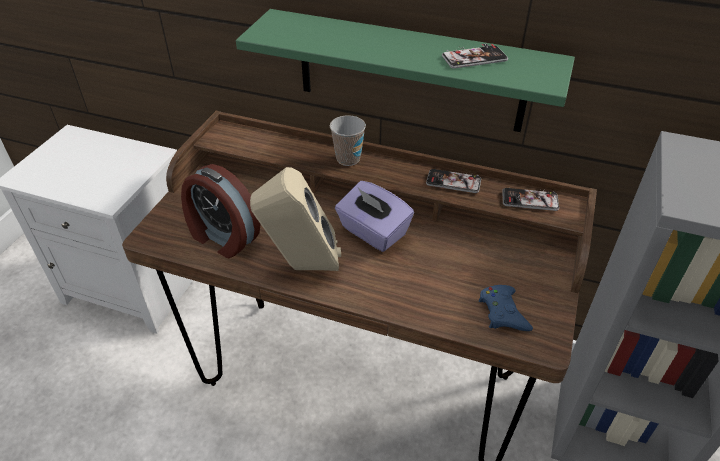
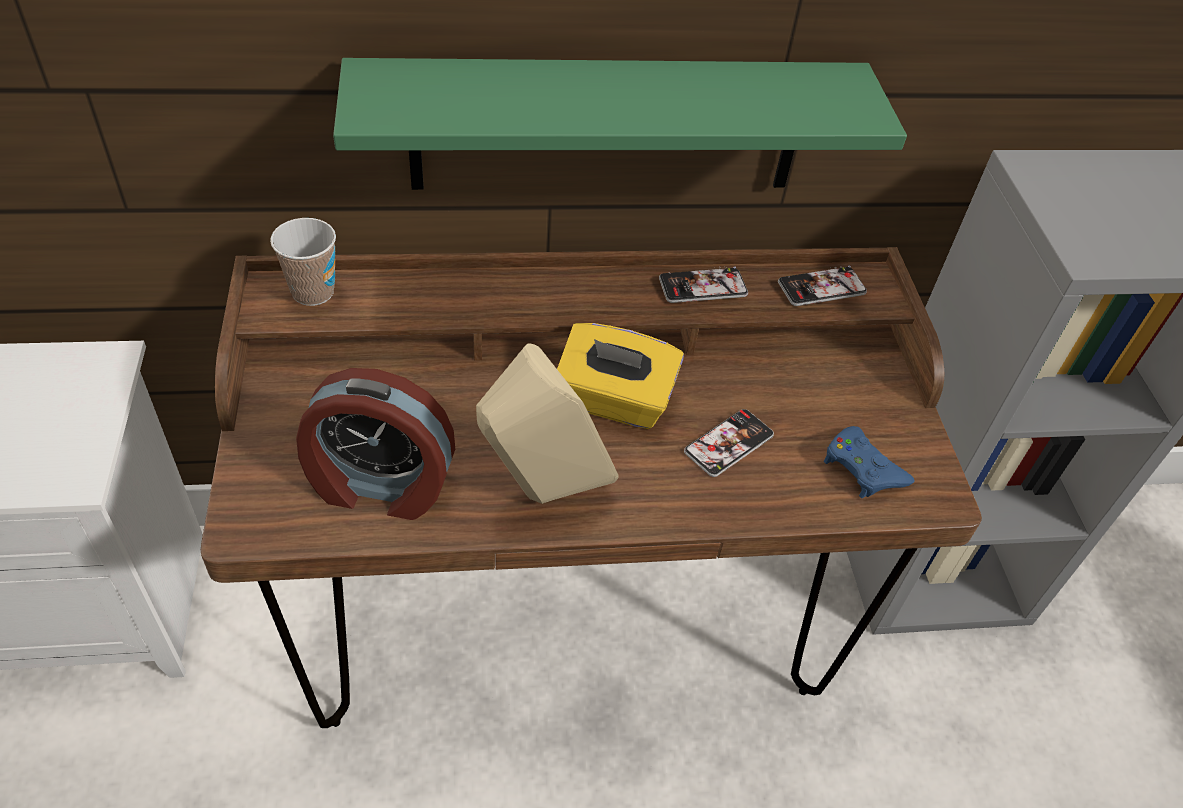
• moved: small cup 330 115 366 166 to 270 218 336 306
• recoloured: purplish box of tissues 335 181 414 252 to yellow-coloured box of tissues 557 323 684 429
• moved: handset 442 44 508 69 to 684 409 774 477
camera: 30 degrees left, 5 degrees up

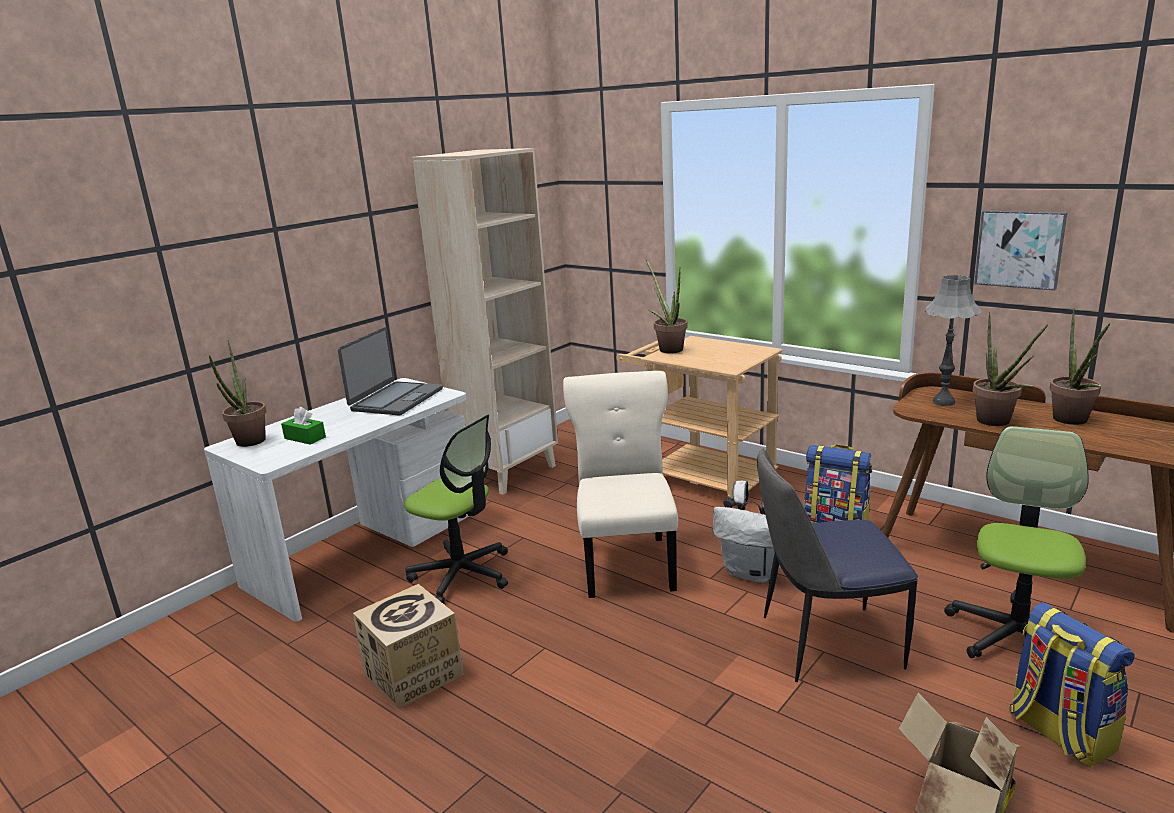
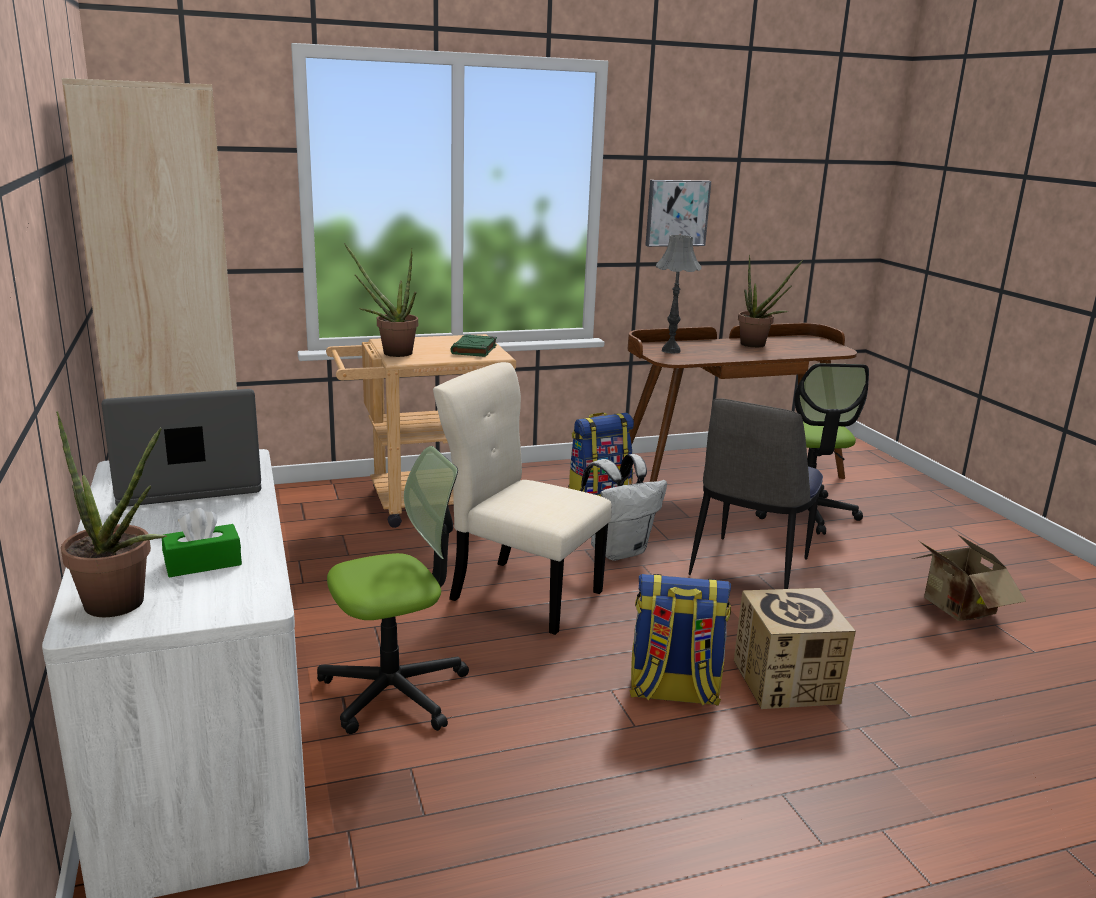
• turned: laptop 338 327 443 415 = 102 389 261 506 75 degrees counterclockwise
• moved: carton 353 584 464 709 to 734 588 856 709
• turned: computer chair 944 426 1089 658 = 755 363 869 535 150 degrees counterclockwise
• removed: plant in a pot 973 312 1048 426
• moved: backpack 1009 602 1135 768 to 629 574 731 706
• added: green-coloured volume 450 334 497 357
camera: 60 degrees left, 0 degrees up

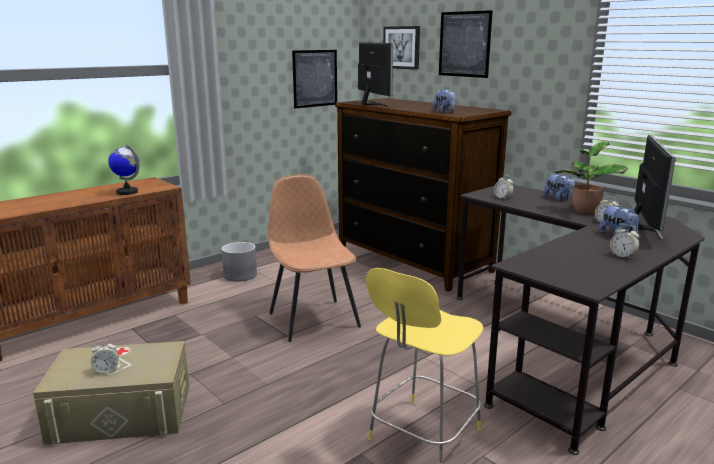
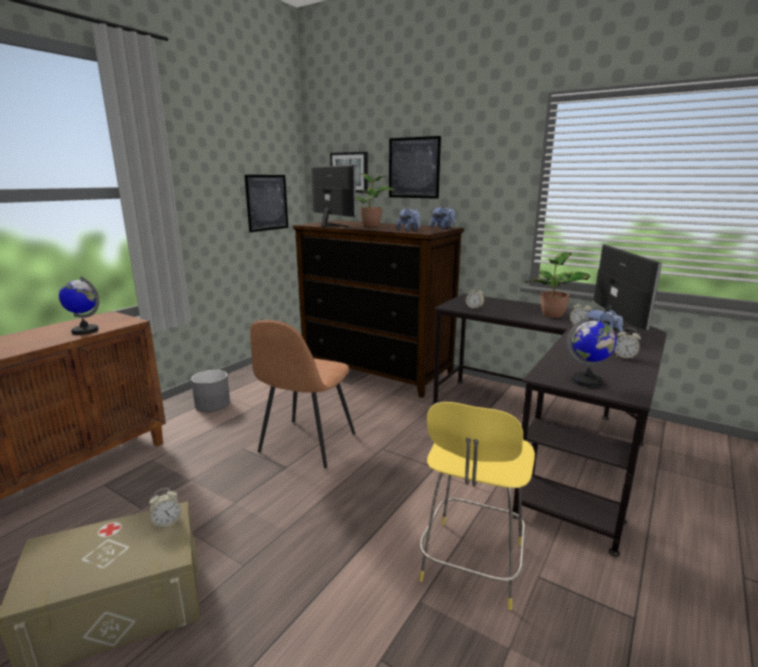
• moved: alarm clock 91 340 119 374 to 149 488 182 528
• turned: brownish chair 268 174 361 342 = 250 320 355 468 120 degrees counterclockwise
• moved: plush toy 543 174 575 201 to 430 207 455 229
• added: plant in a pot 356 173 395 227
• added: desk globe 566 316 617 388
camera: 15 degrees left, 0 degrees up

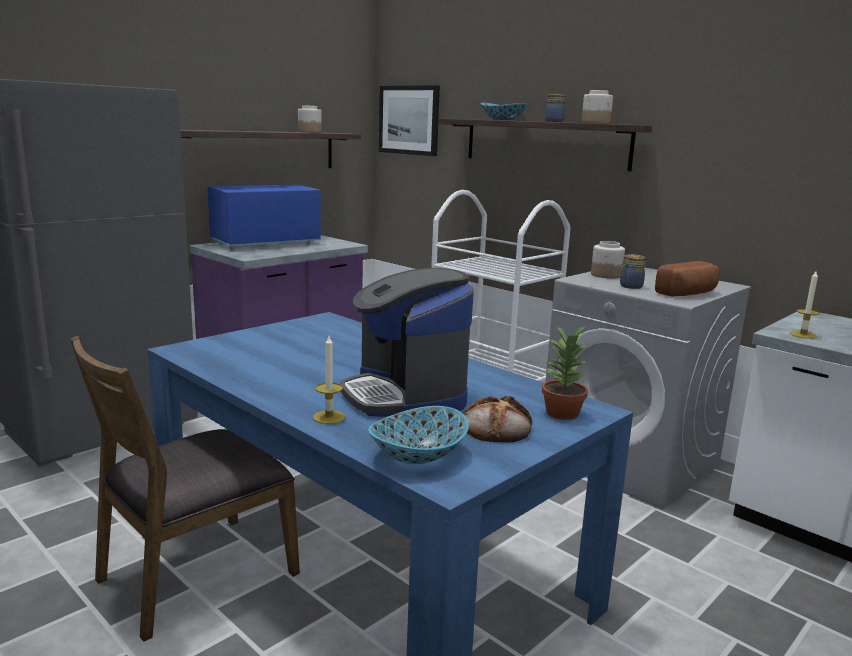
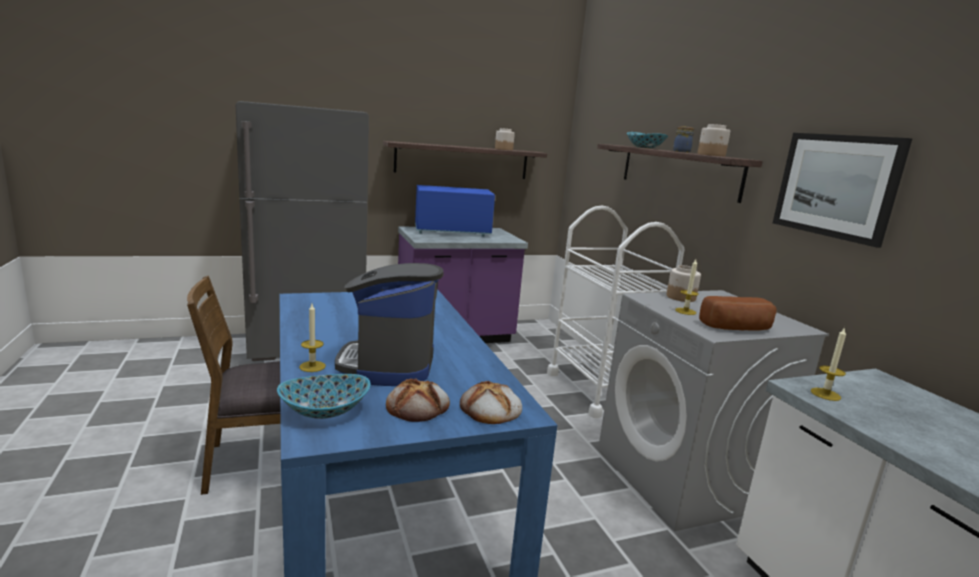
• moved: picture 379 85 440 156 to 773 133 912 247
• replaced: plant in a pot 542 325 588 420 to baked bread 460 381 522 424
• replaced: jar 619 254 646 289 to wax light 675 259 698 315
camera: 25 degrees right, 0 degrees up

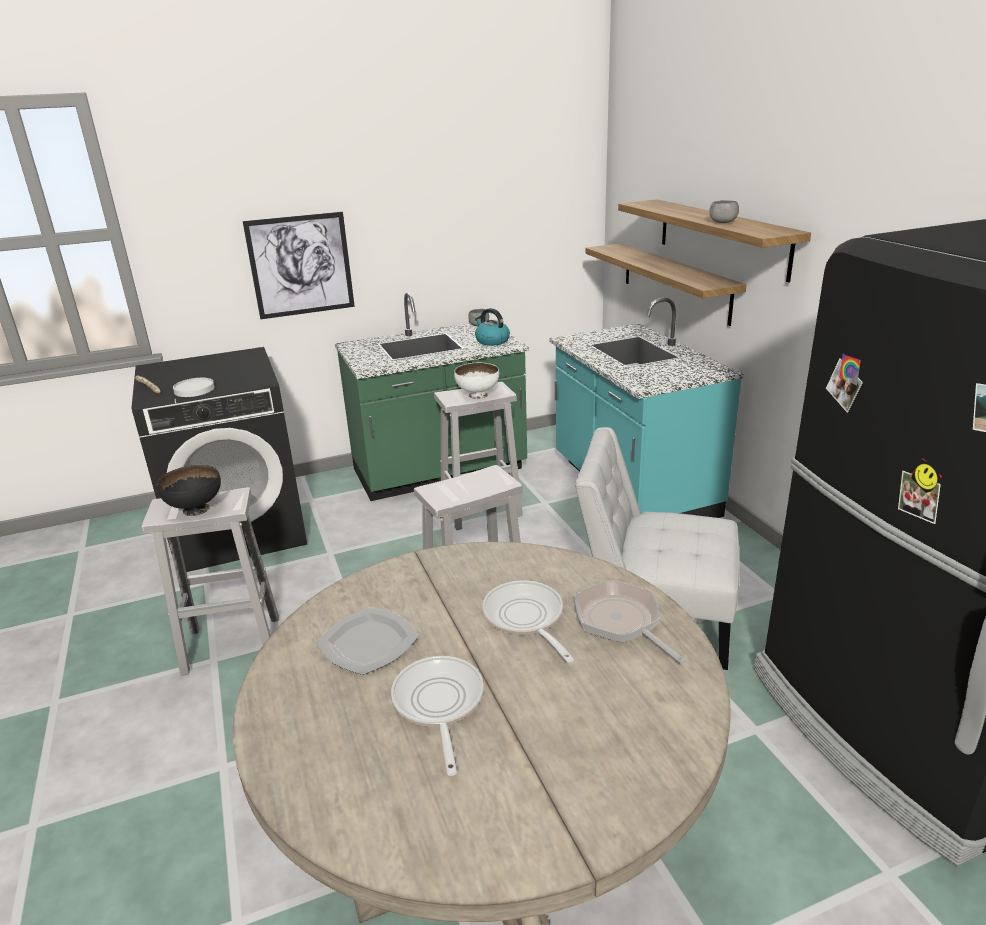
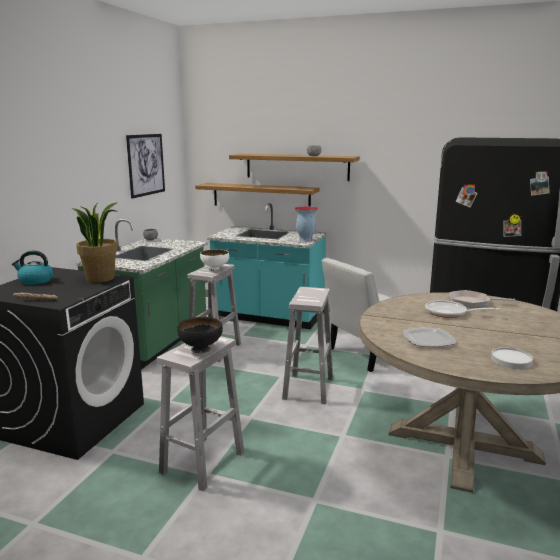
• moved: whitish plate 173 378 215 397 to 491 348 533 369
• moved: picture 243 212 355 319 to 126 134 165 199
• removed: skillet 391 656 484 776
• moved: tea kettle 475 308 510 346 to 12 251 53 285
• added: plant in a pot 71 202 118 283
• added: vase 294 206 319 241
camera: 50 degrees left, 10 degrees down

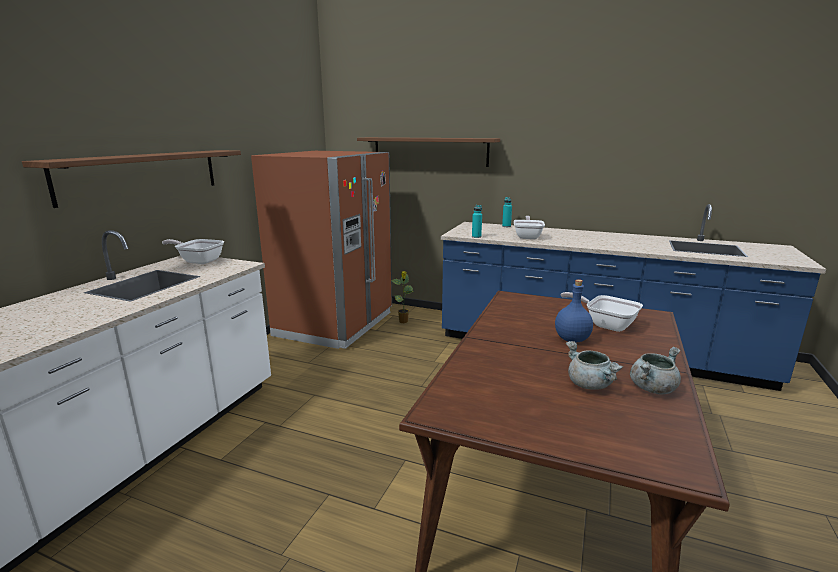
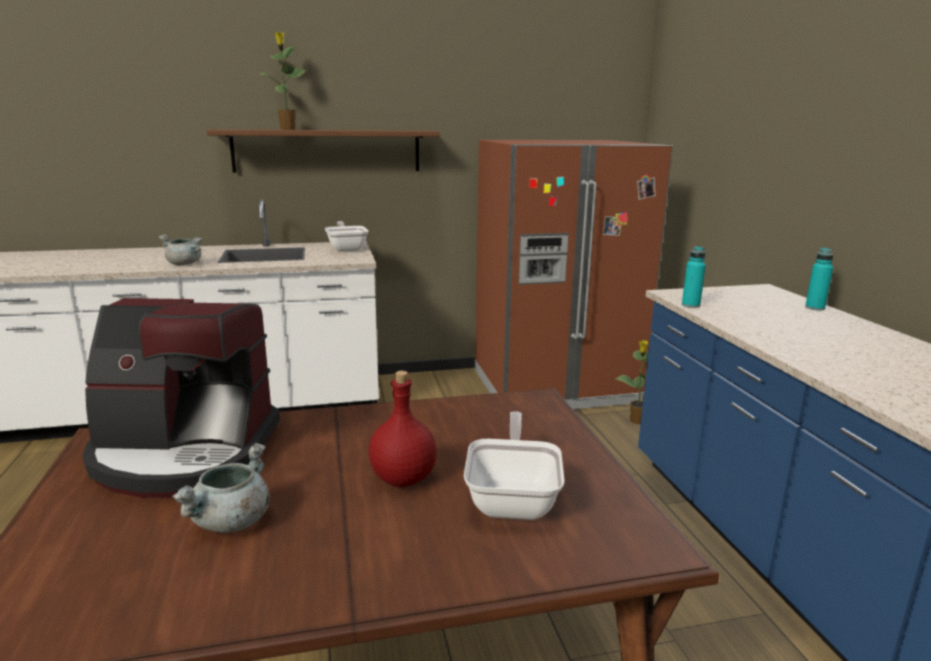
• removed: bracket shelf 357 137 500 167
• removed: skillet 514 216 545 239
• recoloured: blue drink bottle 555 279 593 342 to red drink bottle 369 371 437 487
• moved: greyish stockpot 630 346 681 394 to 158 234 203 265
• added: coffee maker 83 298 280 498
• added: plant in a pot 259 32 306 130
camera: 55 degrees right, 0 degrees up

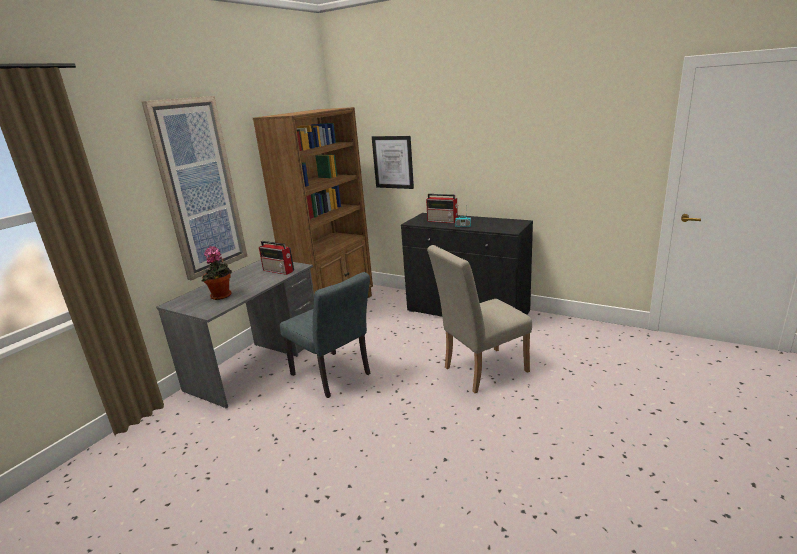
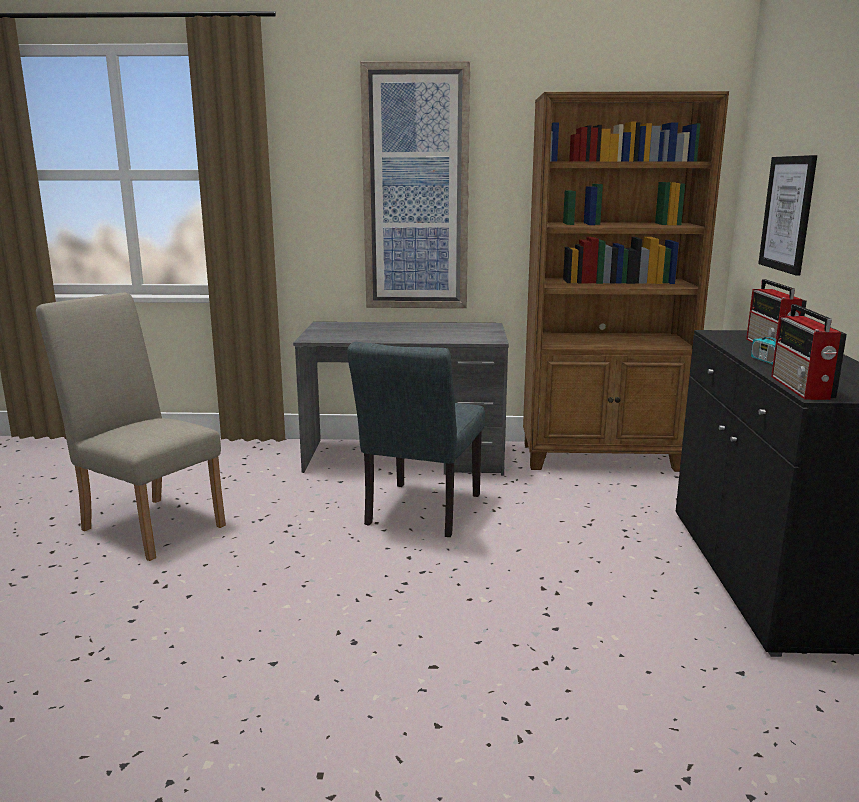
• removed: plant in a pot 202 246 232 300
• moved: radio receiver 259 241 294 275 to 771 304 847 400
• moved: sand-coloured chair 427 245 532 393 to 36 292 226 561
camera: 60 degrees right, 5 degrees down

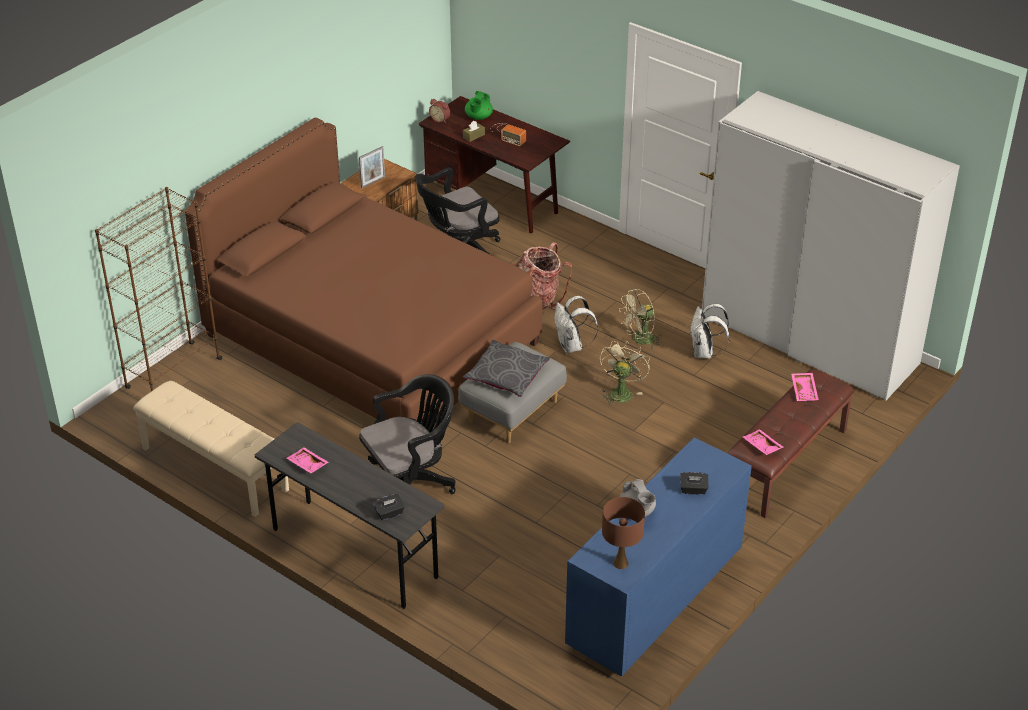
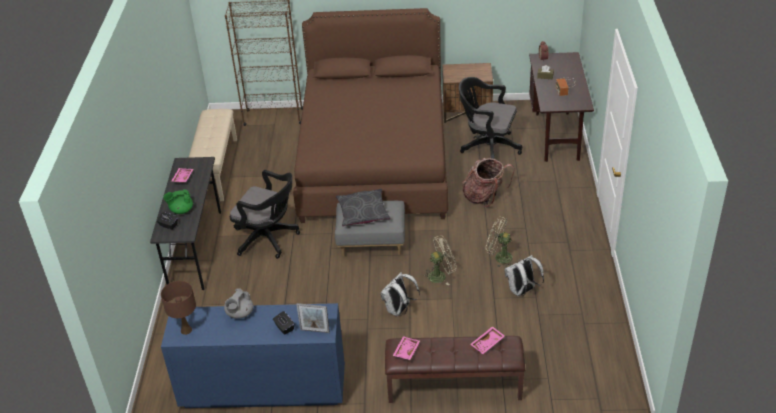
• moved: standing frame 359 146 385 188 to 296 303 330 333
• moved: green-coloured teapot 465 91 493 120 to 163 189 193 214
• moved: whitish backpack 554 296 598 353 to 380 272 420 316
• removed: whitish wardrobe 702 91 960 401
camera: 55 degrees right, 0 degrees up

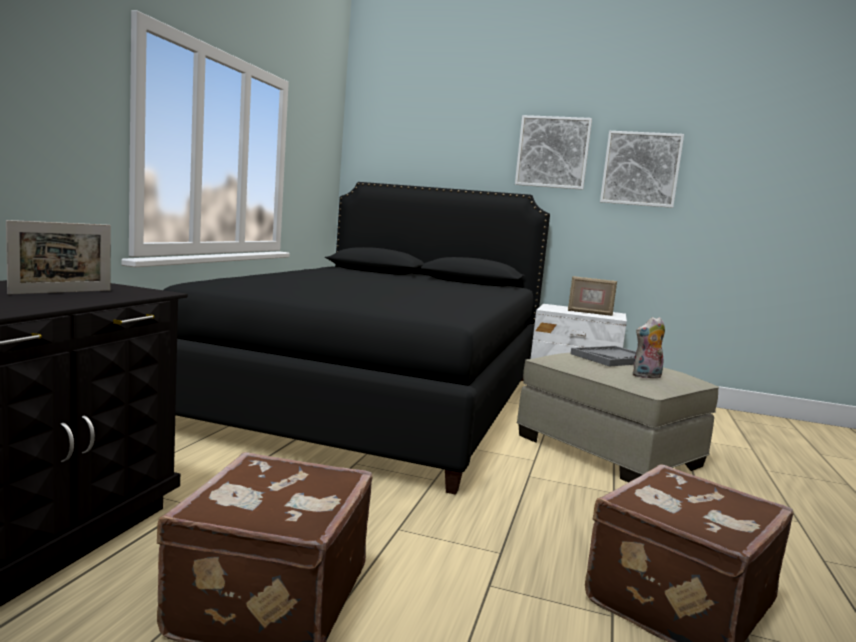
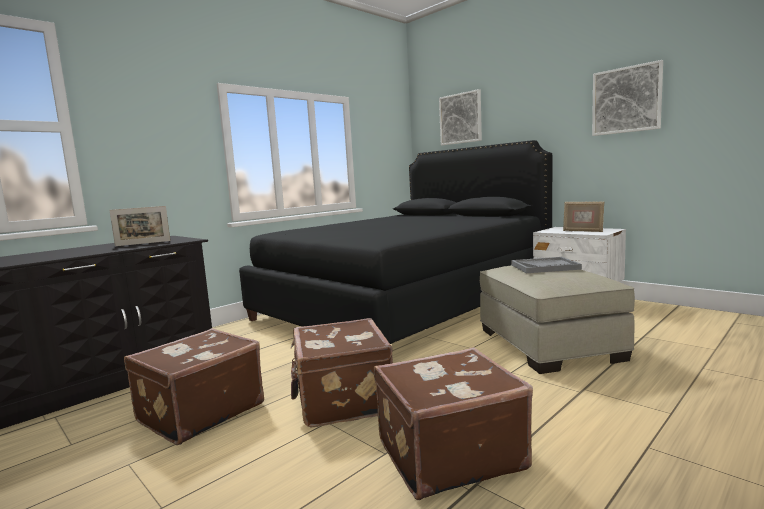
• moved: picture 515 115 592 190 to 439 89 482 145
• removed: plush toy 633 317 665 378
• added: brownish travel case 291 318 393 427
camera: 30 degrees right, 0 degrees up

